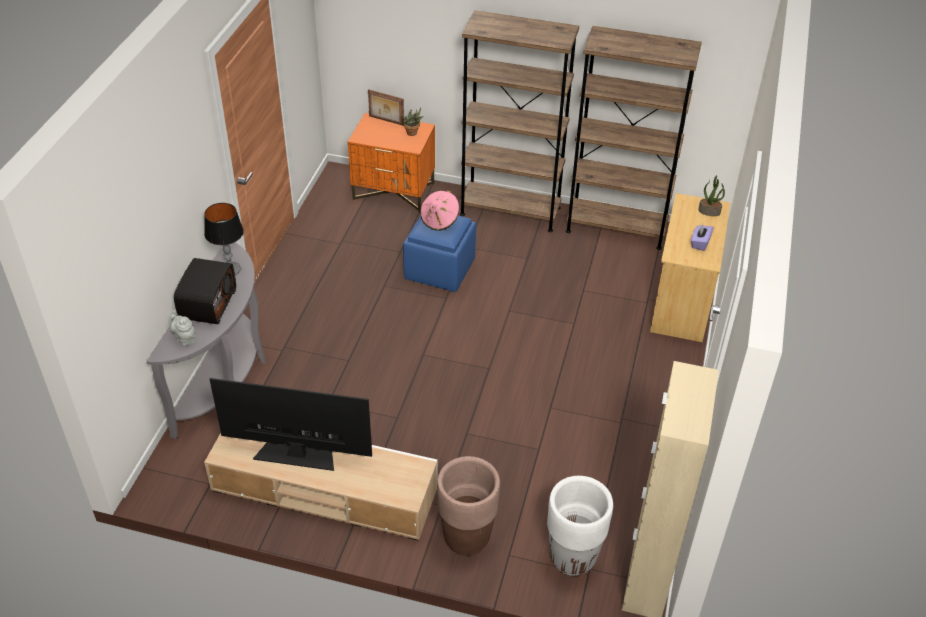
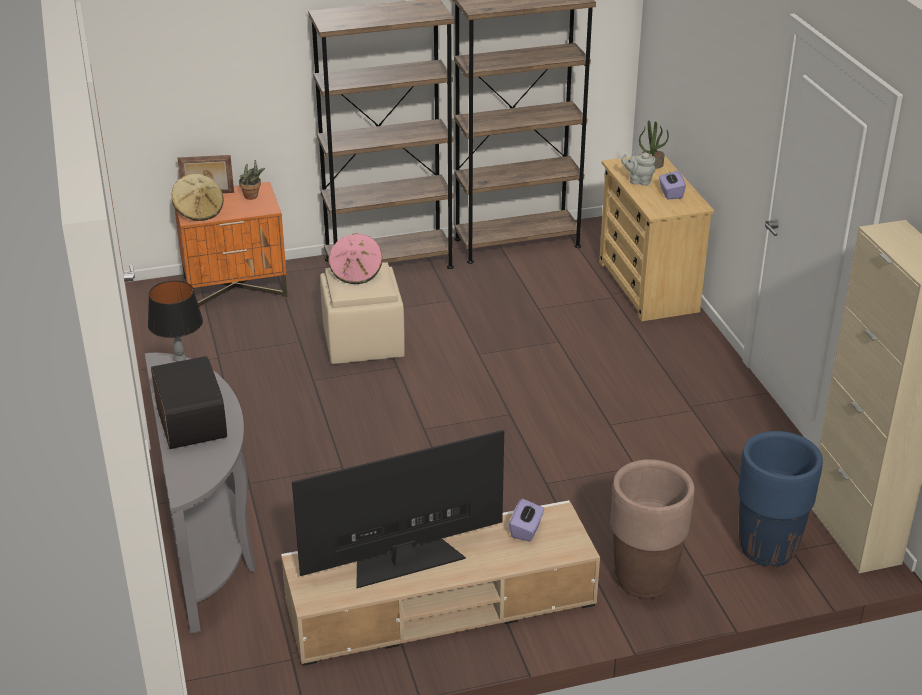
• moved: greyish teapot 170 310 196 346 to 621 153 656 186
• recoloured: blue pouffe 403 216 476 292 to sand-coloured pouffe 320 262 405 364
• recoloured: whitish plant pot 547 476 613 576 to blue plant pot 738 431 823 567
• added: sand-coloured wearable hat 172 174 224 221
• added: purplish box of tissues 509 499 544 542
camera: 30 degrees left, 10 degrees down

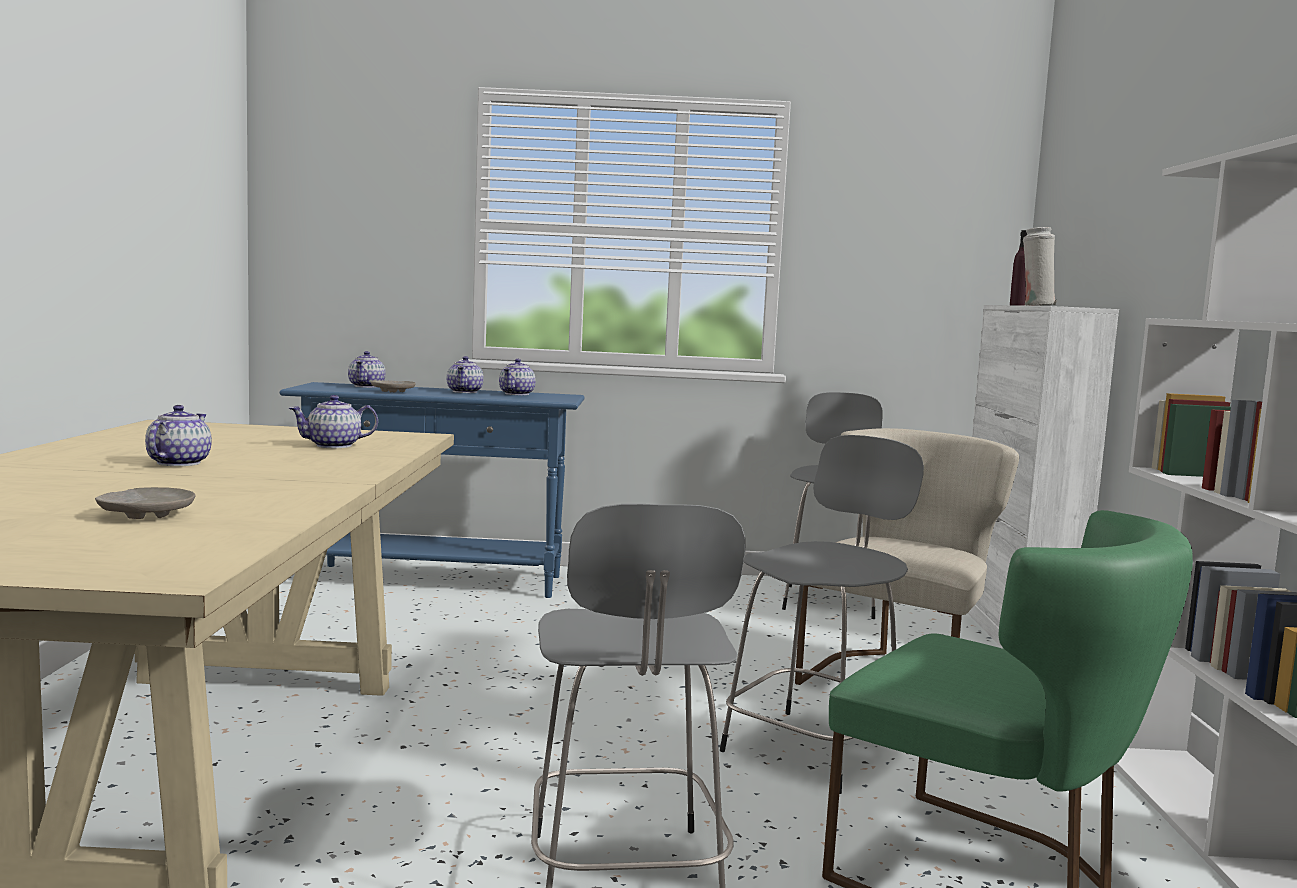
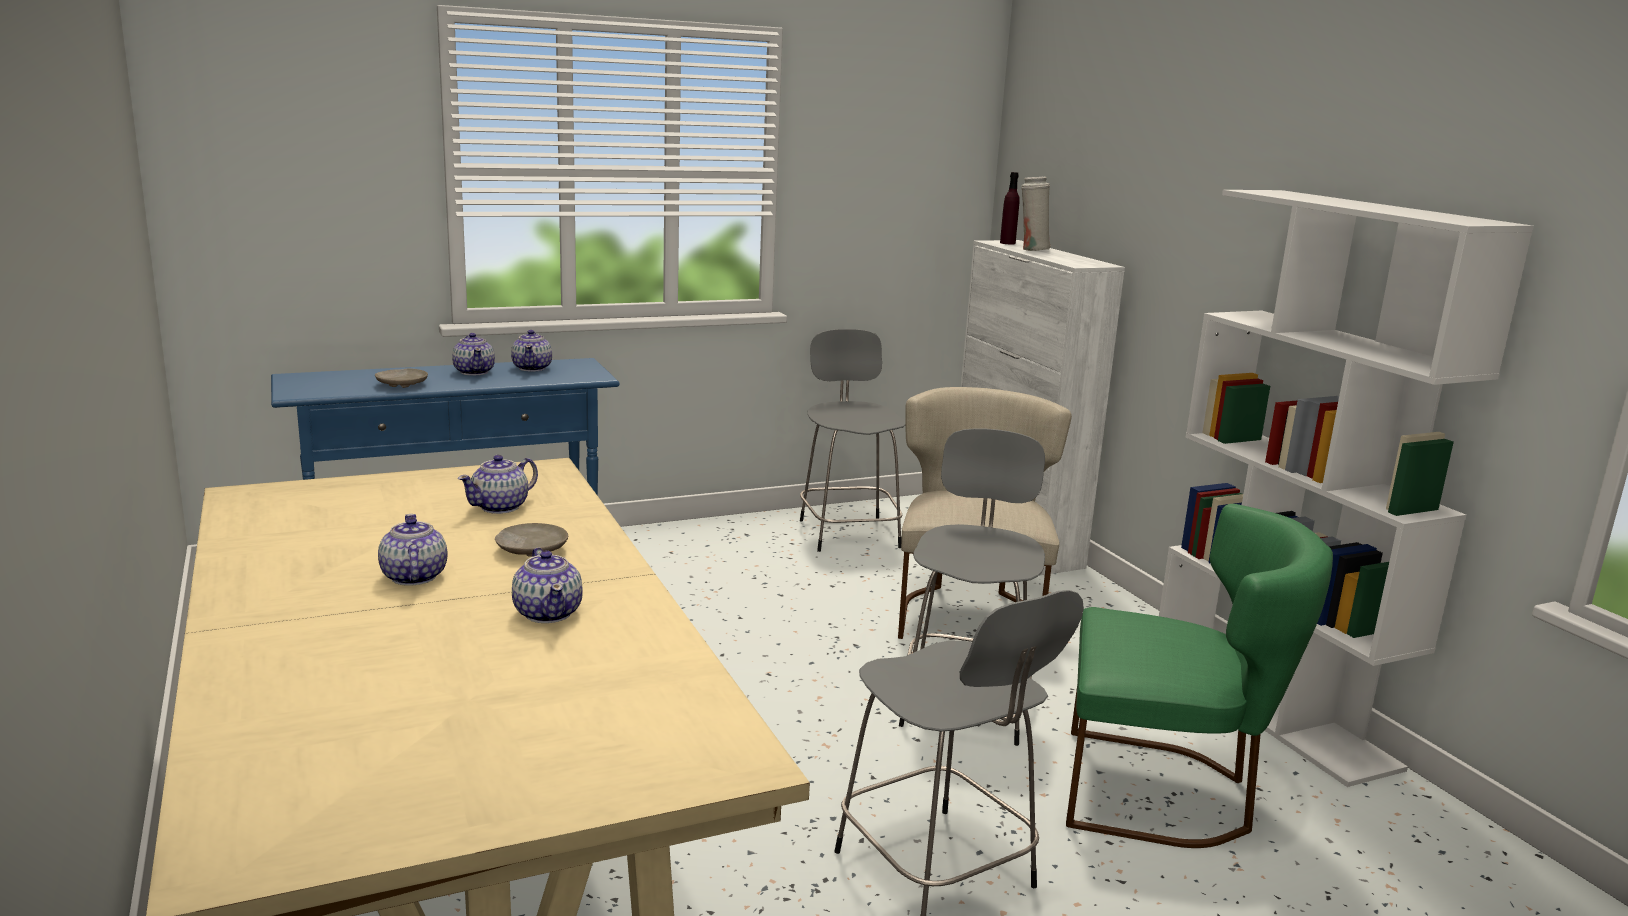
• moved: sand-coloured plate 95 487 196 519 to 495 523 568 556
• moved: teapot 348 351 386 388 to 512 547 583 623
camera: 25 degrees left, 10 degrees up

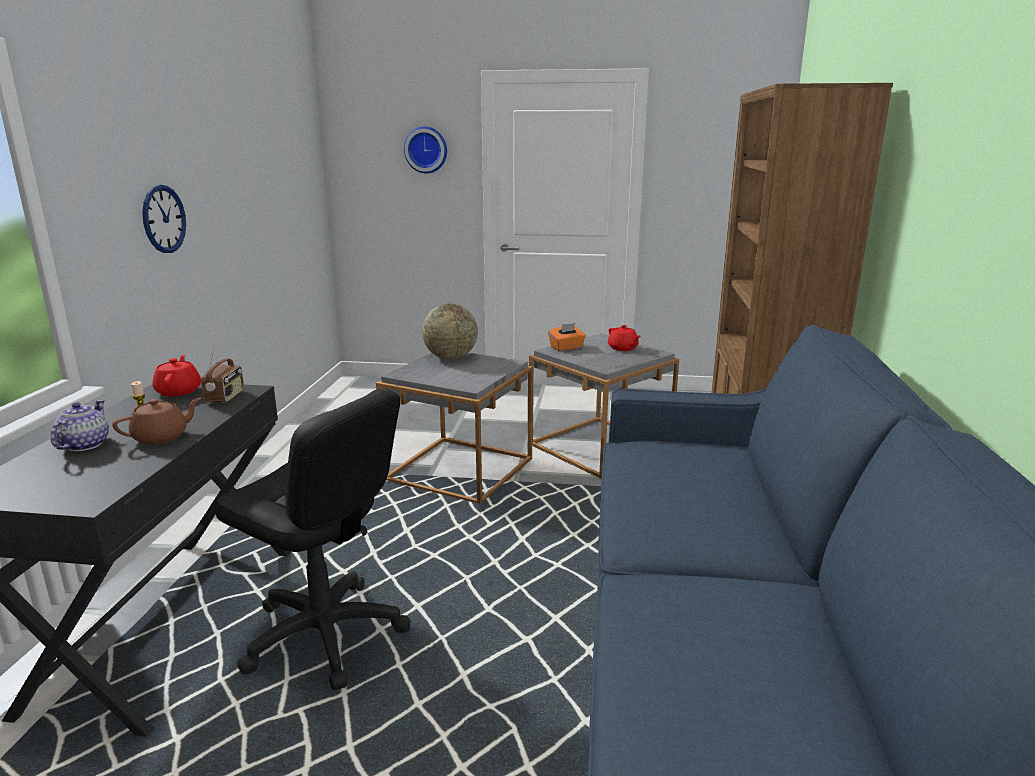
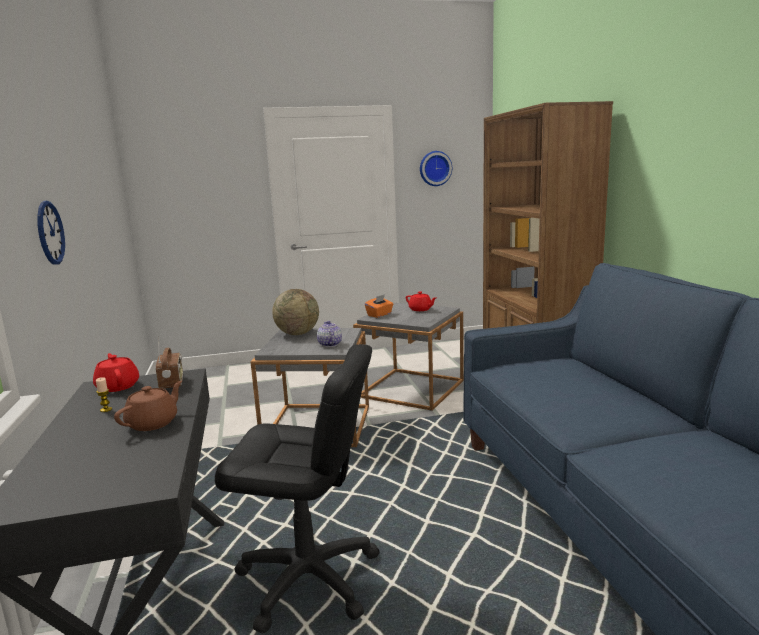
• moved: teapot 50 400 109 451 to 317 321 342 347
• moved: wall clock 404 126 447 174 to 420 151 452 186
camera: 20 degrees left, 5 degrees down

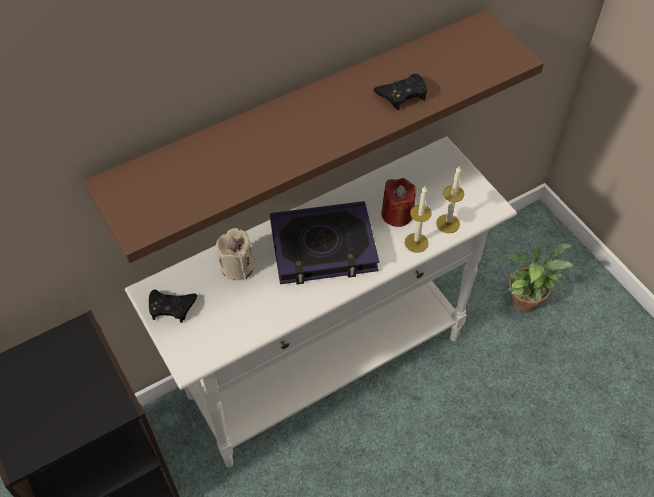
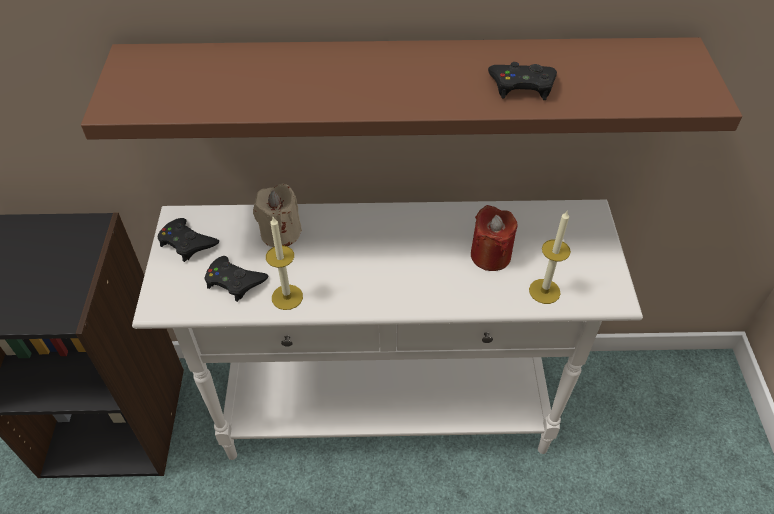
• removed: volume 270 201 379 284
• moved: wax light 405 186 432 253 to 266 217 303 310
• removed: plant in a pot 504 243 573 313
• added: black-coloured game controller 204 256 268 302
camera: 30 degrees right, 5 degrees down

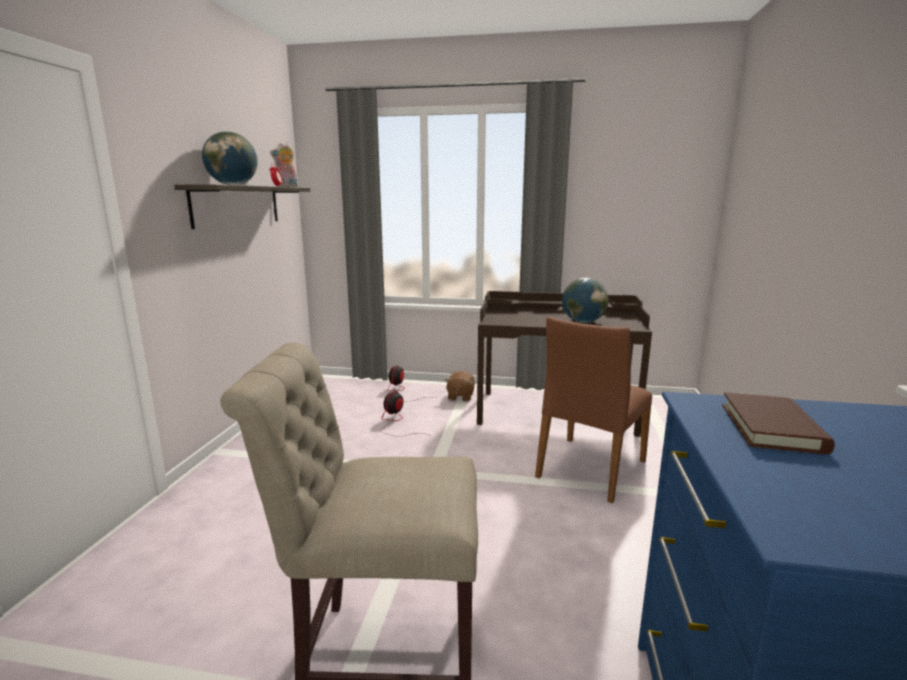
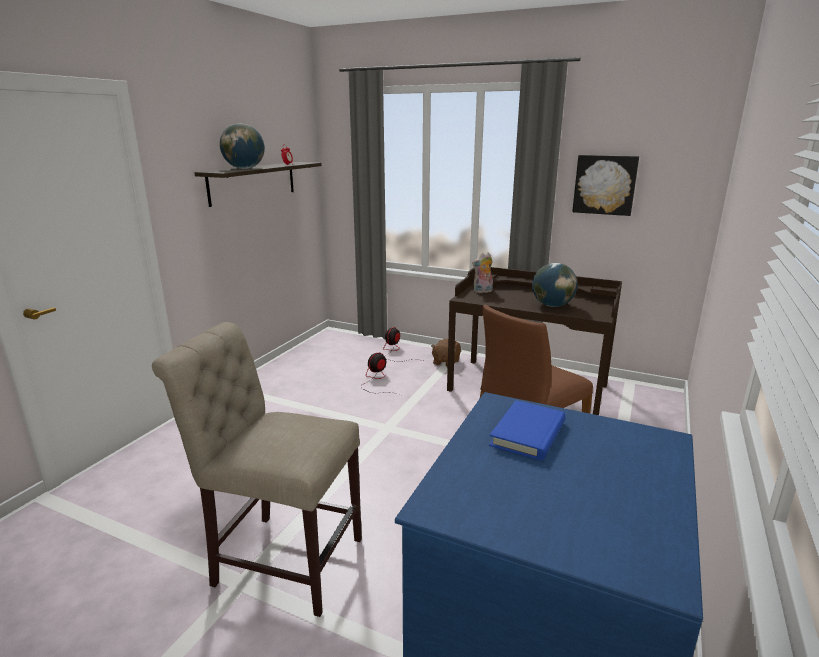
• moved: plush toy 270 143 298 187 to 472 252 493 293
• recoloured: brownish volume 722 392 835 454 to blue volume 489 400 565 461
• added: picture 572 155 639 216
camera: 15 degrees right, 5 degrees up

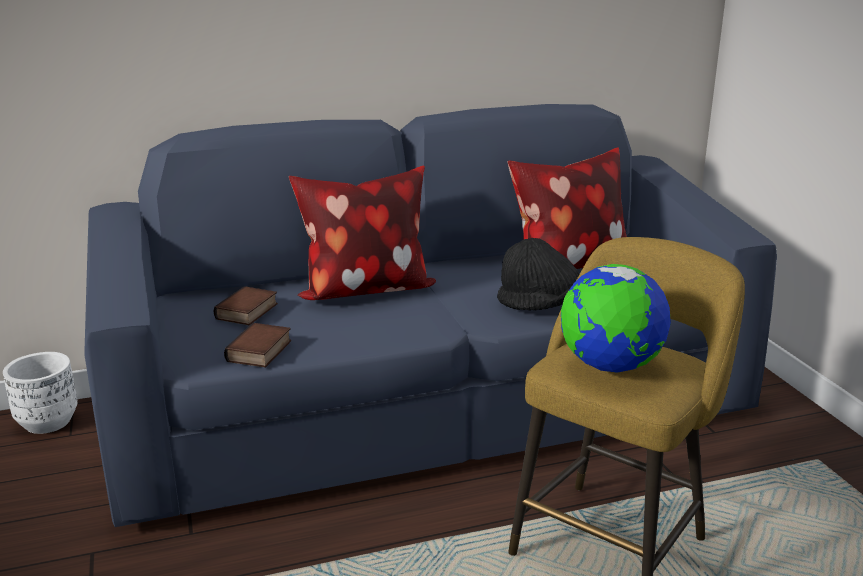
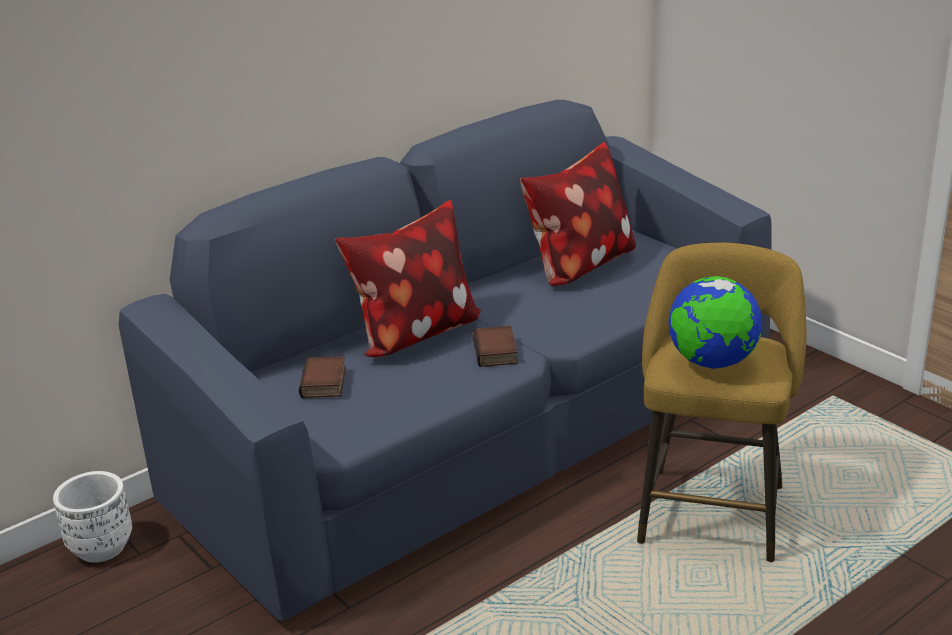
• moved: volume 224 323 291 368 to 473 326 518 367
• removed: black-coloured wearable hat 497 238 579 311
camera: 20 degrees left, 5 degrees up

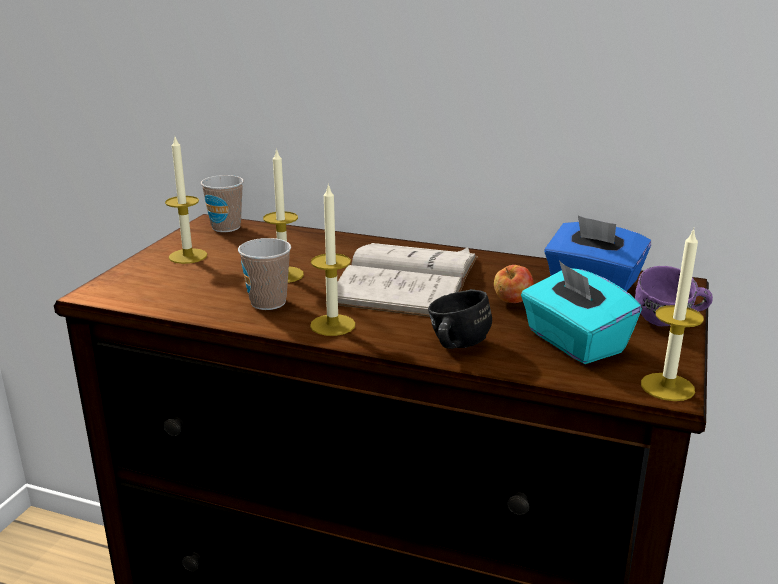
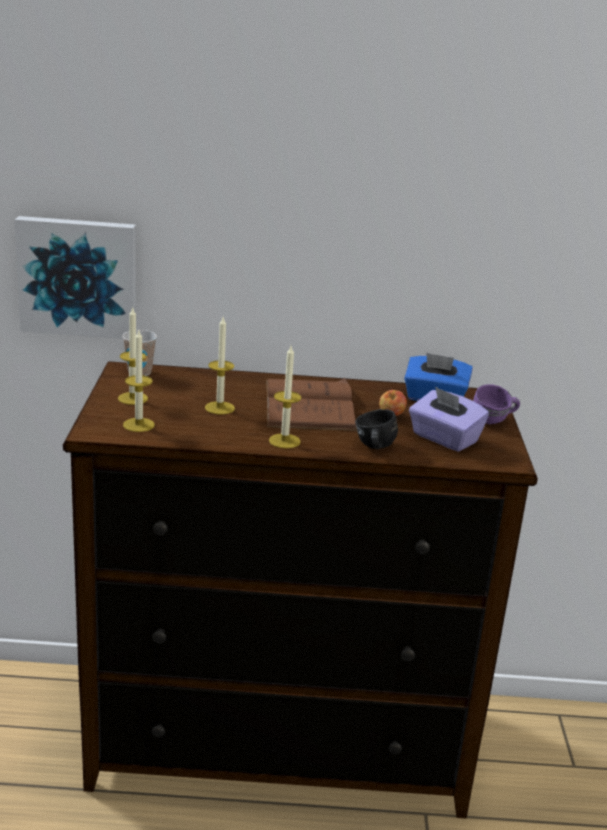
• removed: small cup 238 238 291 310
• recoloured: whitish volume 337 243 477 317 to brownish volume 267 378 357 431
• recoloured: turquoise box of tissues 521 261 642 364 to purplish box of tissues 409 386 489 452
• moved: wax light 641 228 704 401 to 123 330 155 432
• added: picture 15 216 136 339
camera: 20 degrees left, 0 degrees up

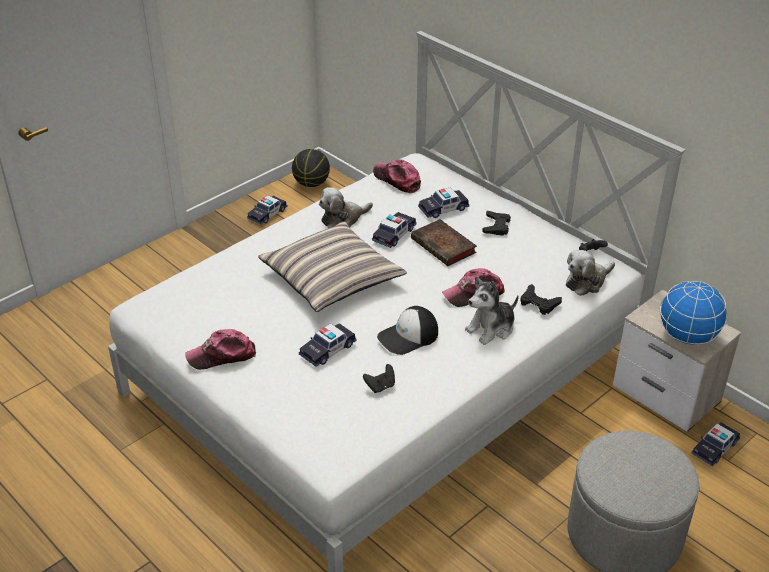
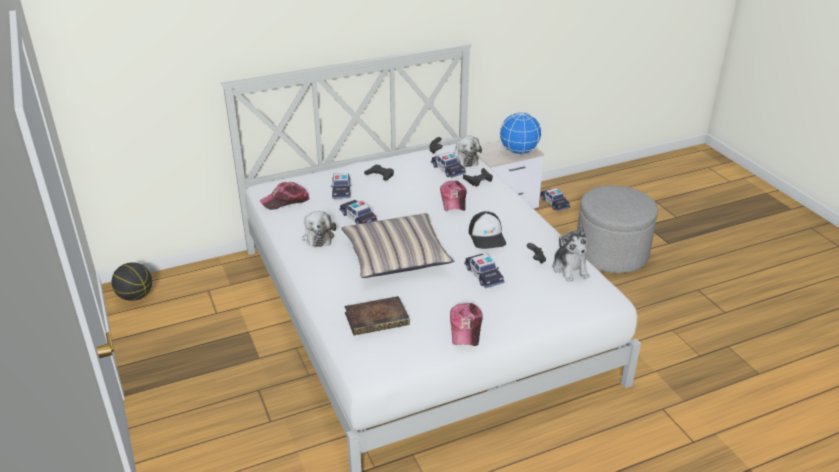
• moved: toy car 247 195 287 225 to 431 152 466 178
• moved: volume 411 219 477 266 to 344 296 410 335
• moved: plush toy 465 276 519 345 to 552 226 590 282
camera: 70 degrees left, 5 degrees down

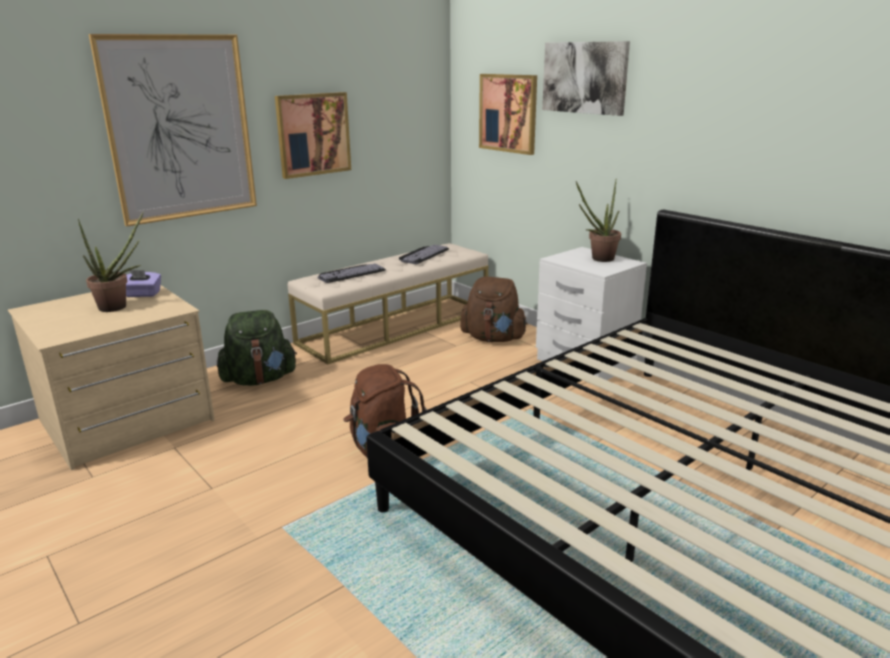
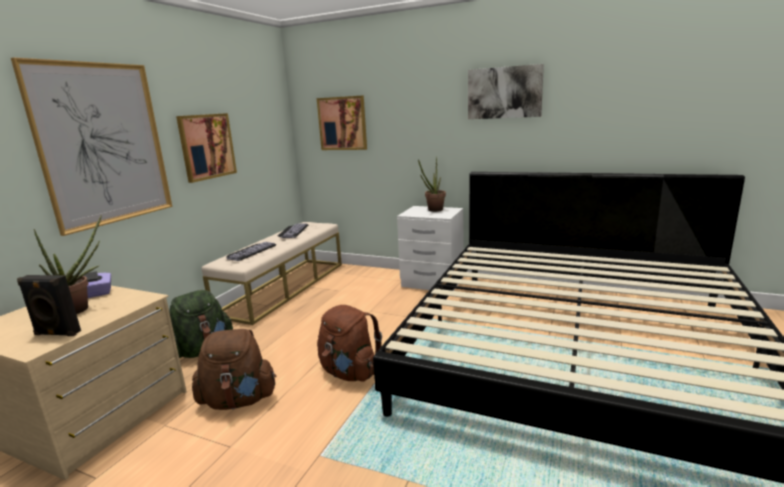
• moved: brownish backpack 460 277 528 342 to 192 329 277 410
• moved: picture 542 41 630 116 to 468 64 544 119
• added: black-coloured audio speaker 17 275 81 336
camera: 25 degrees left, 5 degrees down

